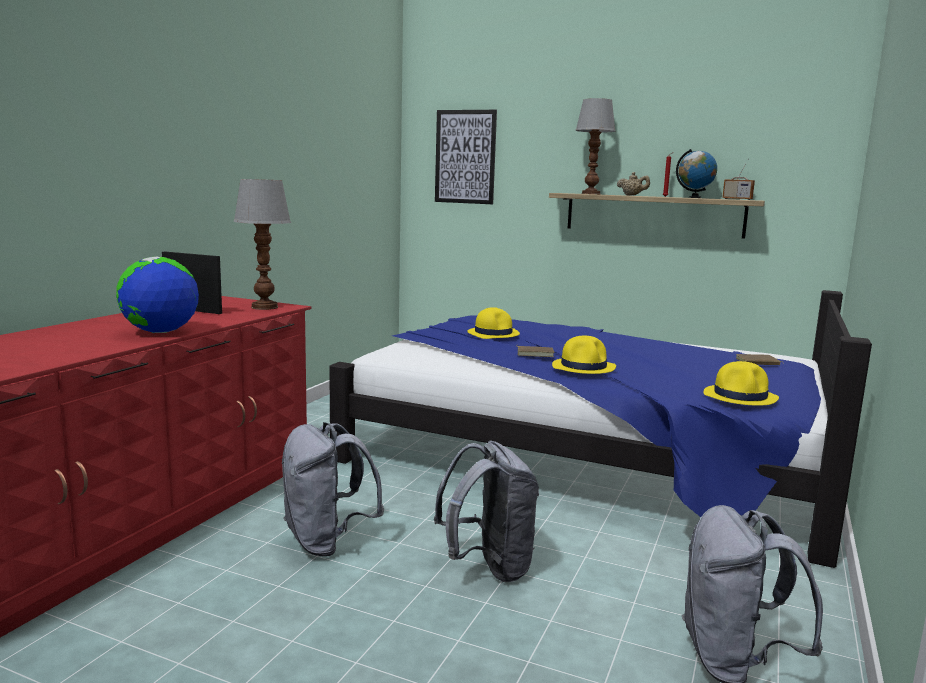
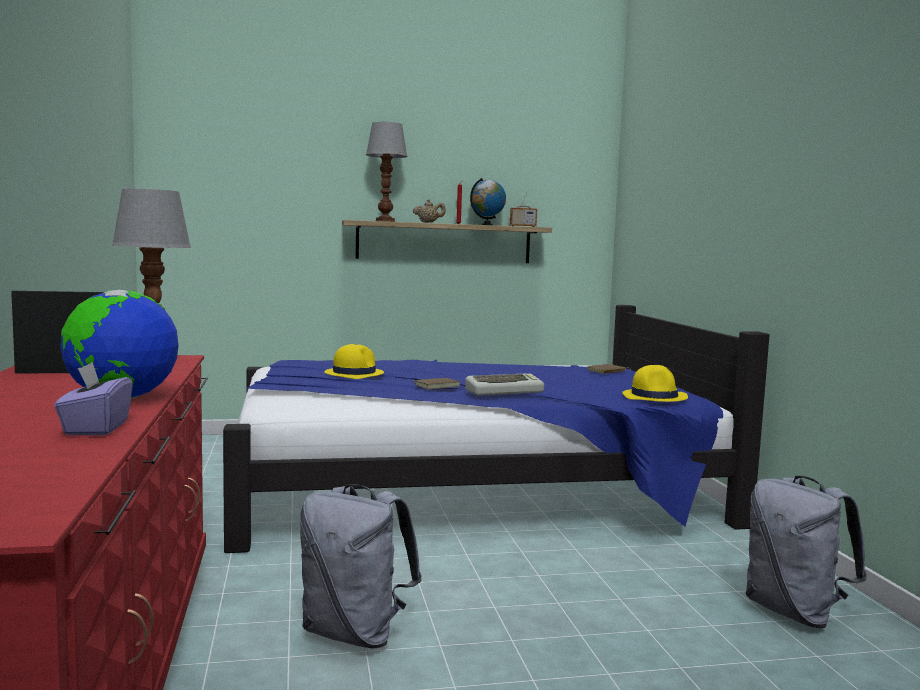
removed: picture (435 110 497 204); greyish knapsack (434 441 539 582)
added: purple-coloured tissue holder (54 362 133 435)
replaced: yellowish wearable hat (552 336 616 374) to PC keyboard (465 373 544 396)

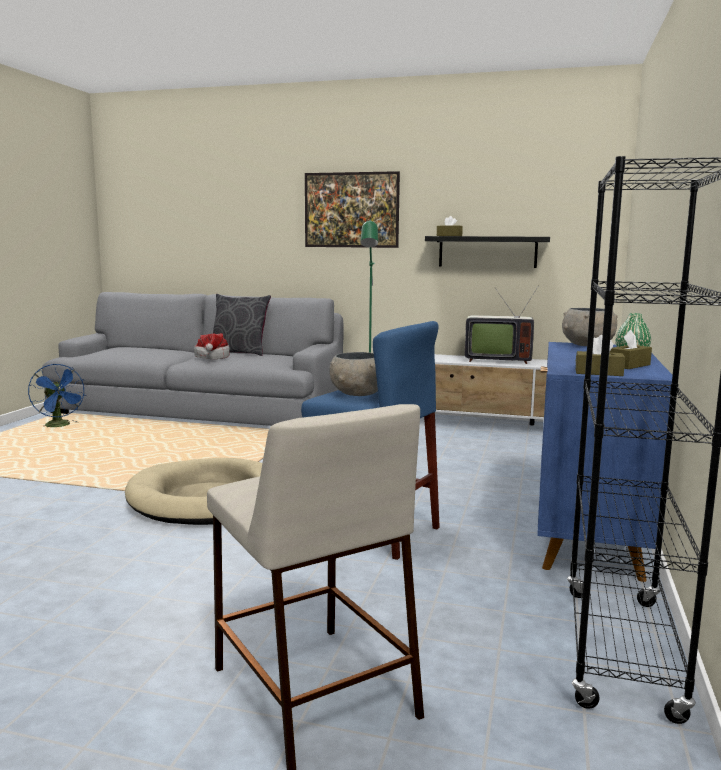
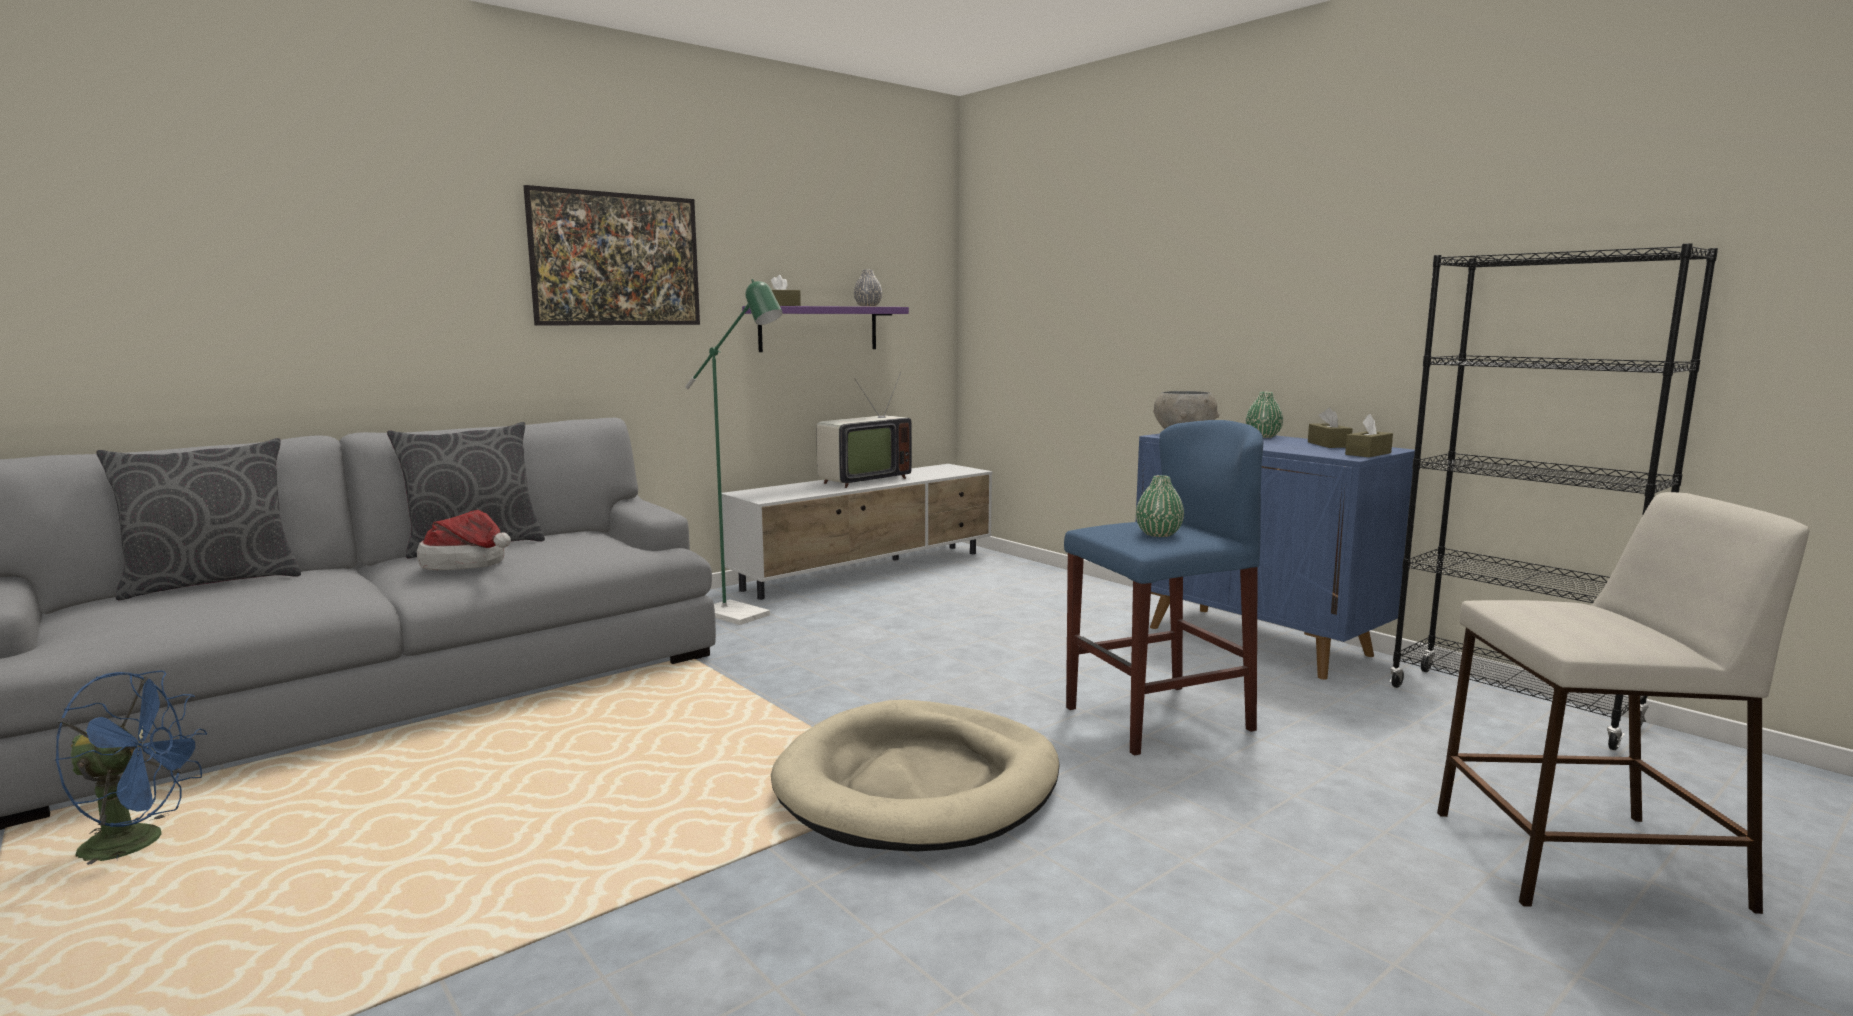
added: greyish decorative vase (854 270 882 306); greyish pillow (96 438 301 600)
replaced: greyish serving bowl (329 352 378 396) to greenish decorative vase (1136 475 1184 537)
recoloured: blackish wall shelf (425 236 550 268) to purple-coloured wall shelf (742 306 909 352)

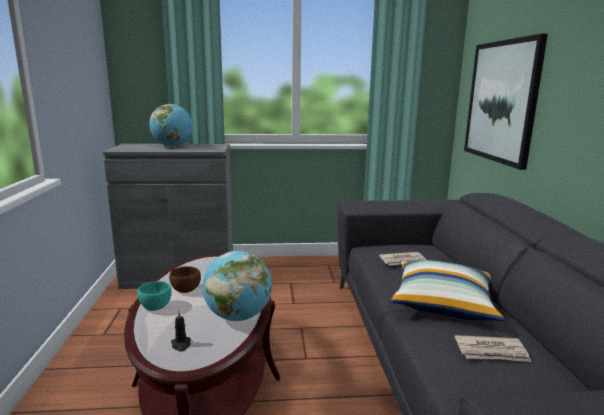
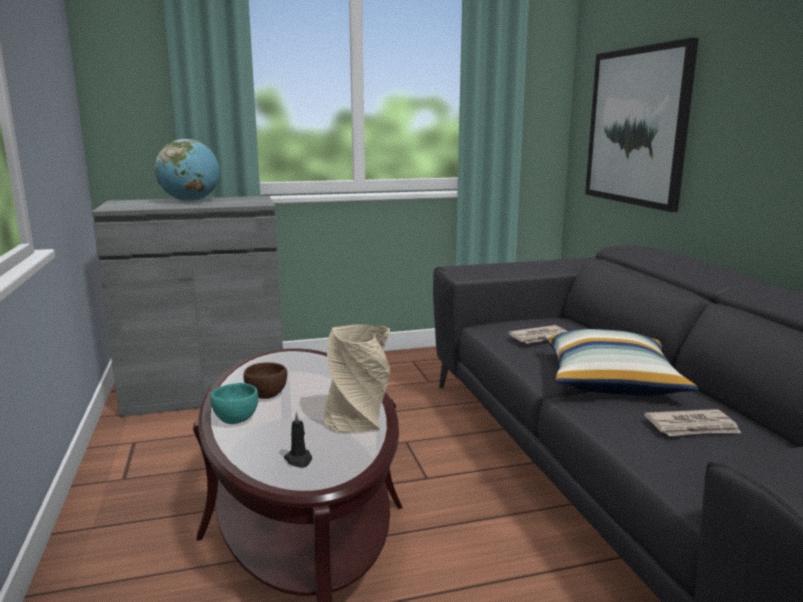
replaced: desk globe (202 251 272 321) to beige-coloured decorative vase (324 324 390 432)

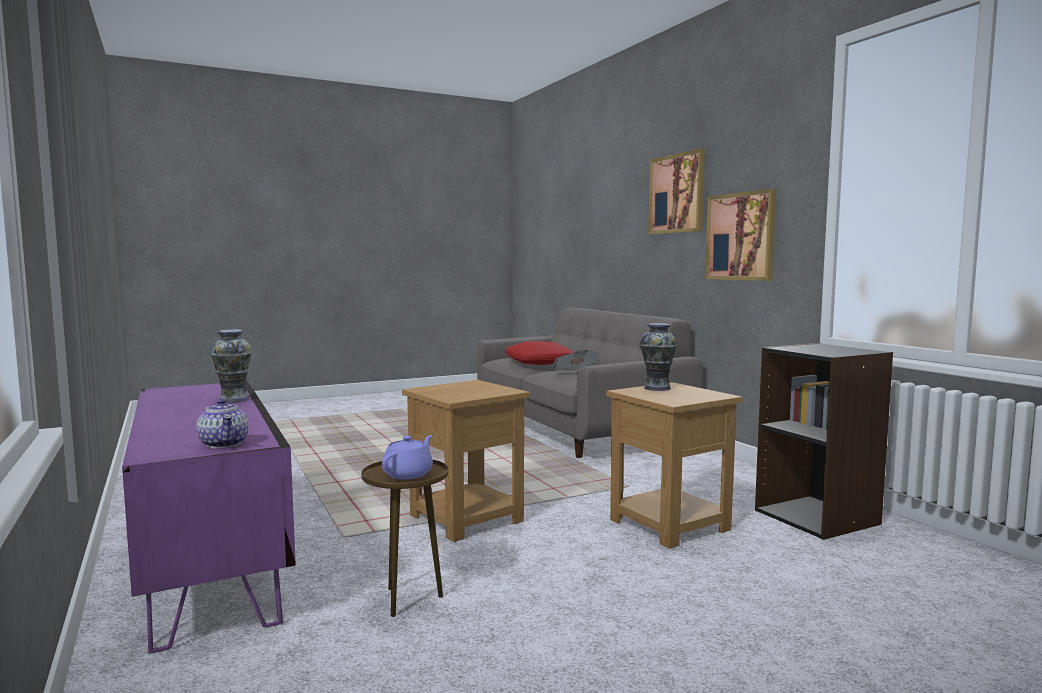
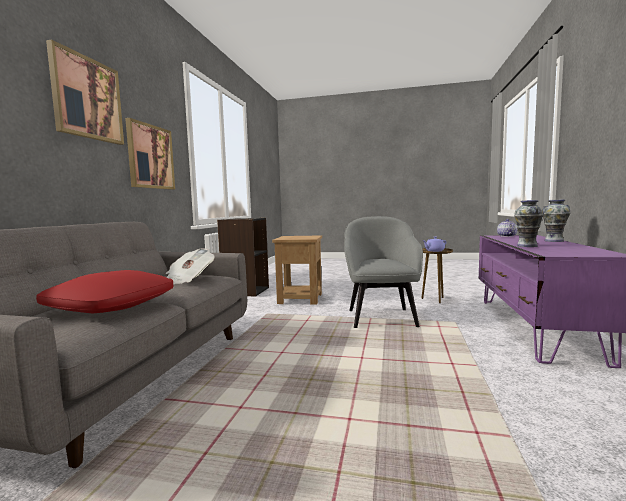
moved: decorative vase (639 323 677 391) to (542 199 571 242)
replaced: brownish end table (402 380 530 542) to greyish armchair (344 216 423 328)

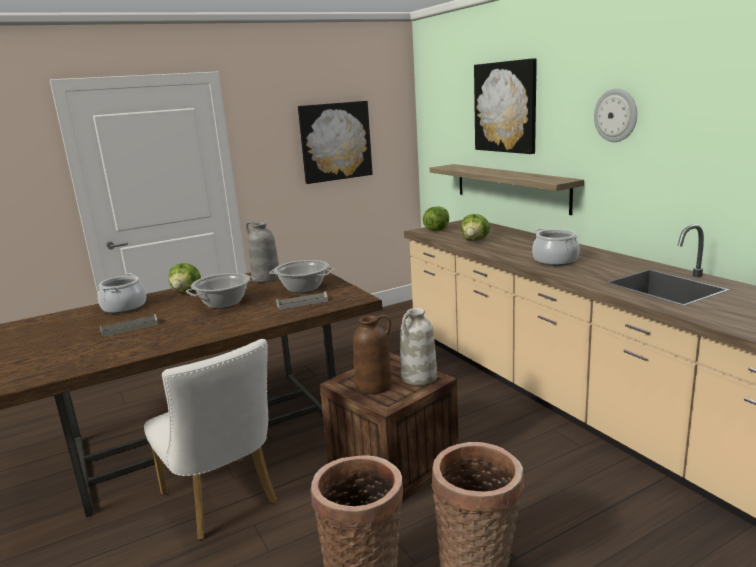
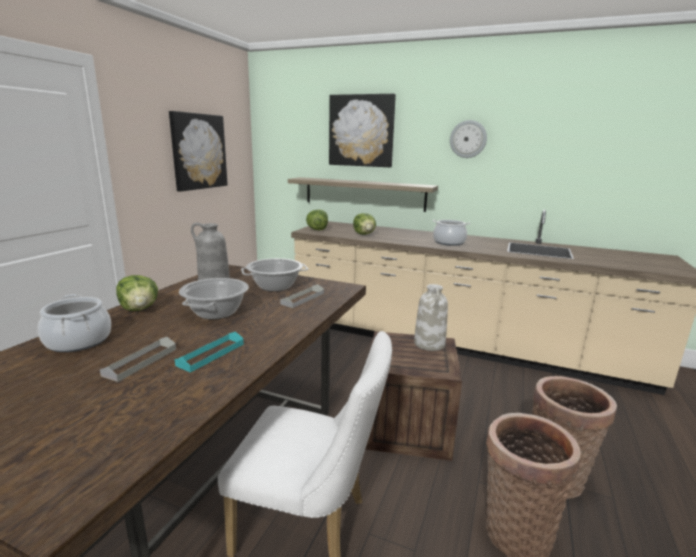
removed: brownish decorative vase (353 314 392 394)
added: turquoise carrying tray (175 332 244 373)

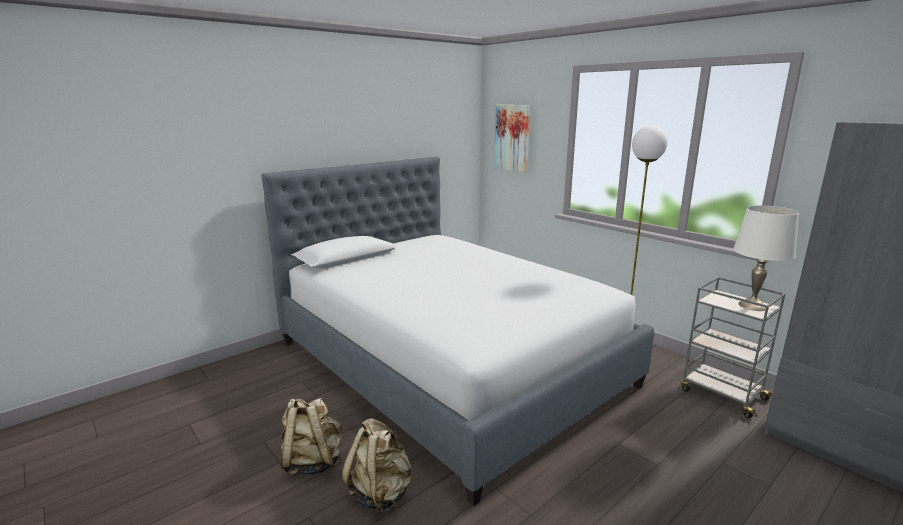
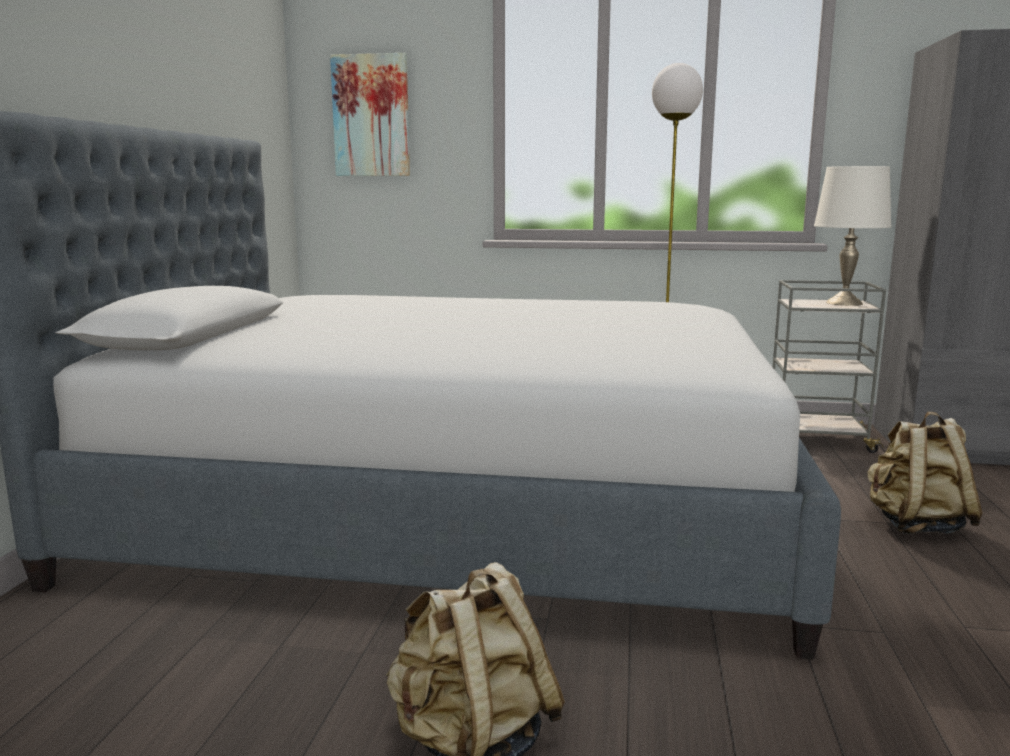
moved: beige-coloured knapsack (341 418 412 513) to (867 412 982 534)

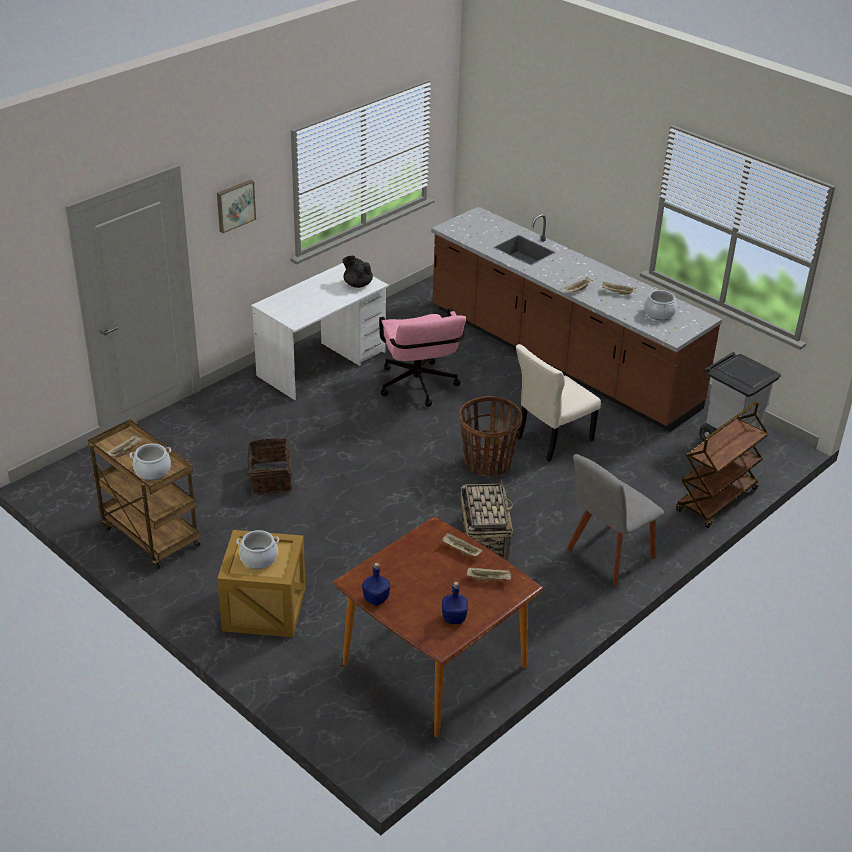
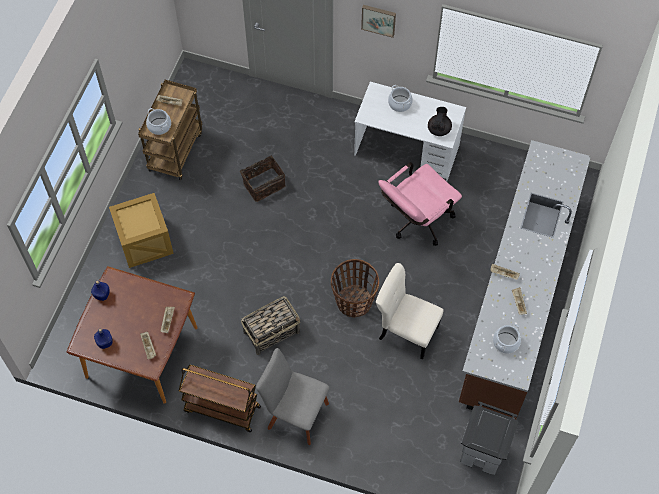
moved: brownish wheeled cart (676 402 769 528) to (179 365 261 432); stockpot (236 530 279 569) to (388 85 413 112)

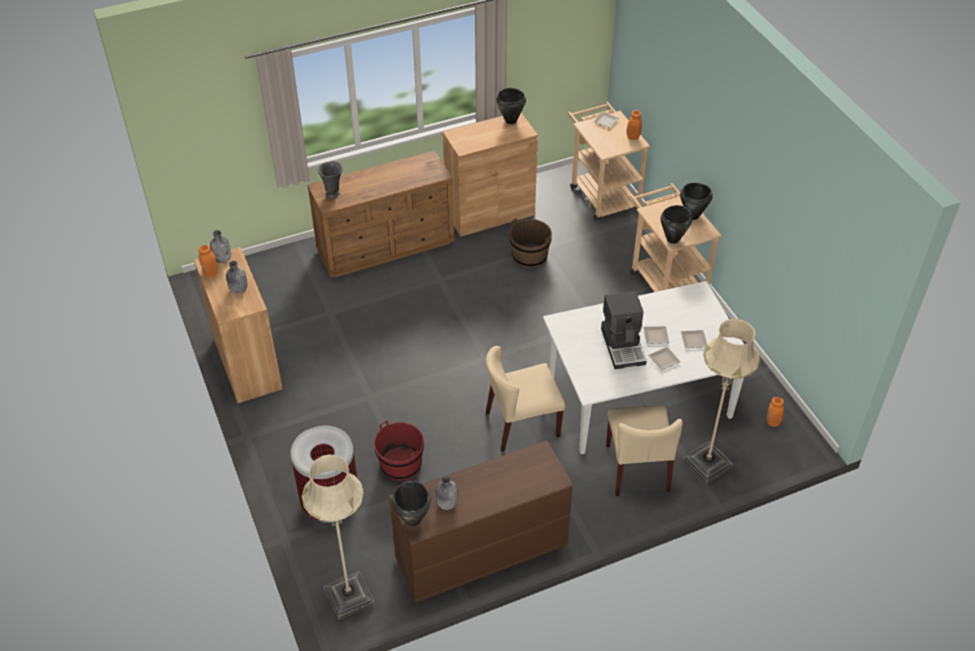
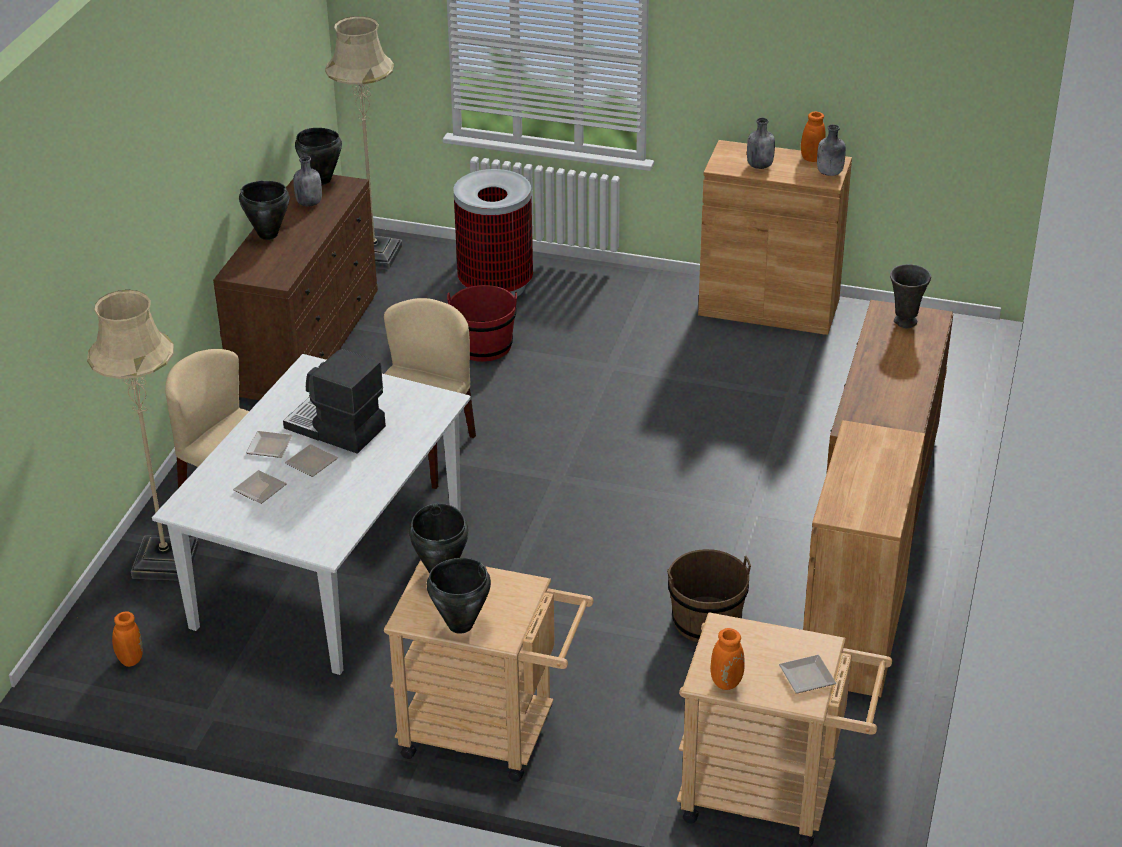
moved: blackish stockpot (497 88 526 124) to (239 181 290 240)

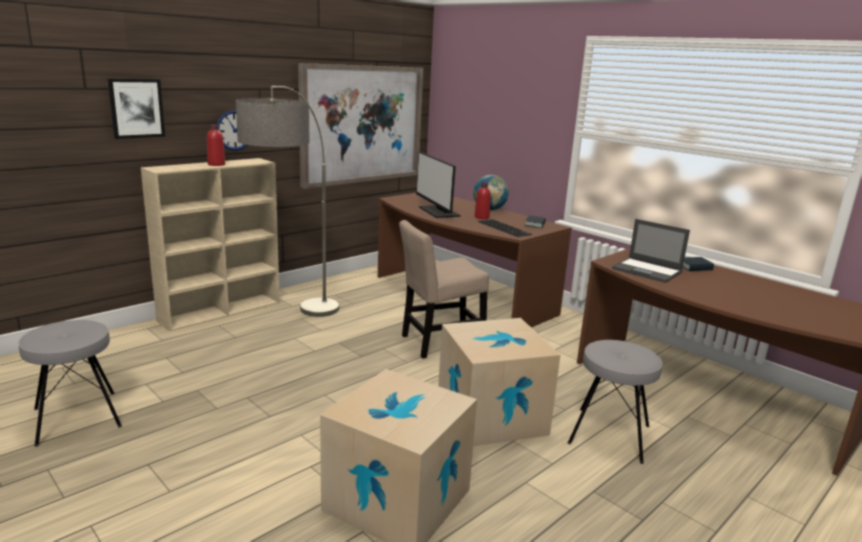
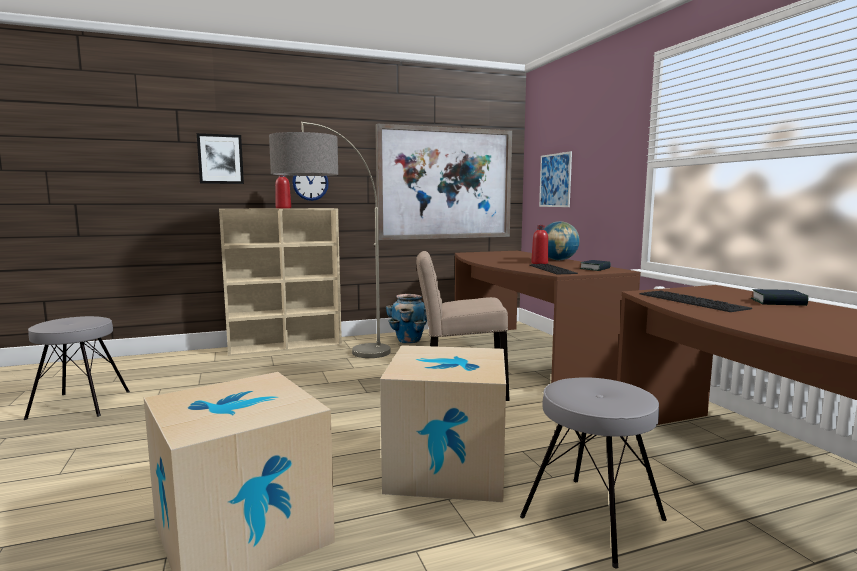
removed: monitor (416 152 461 218)
added: picture (539 151 572 207); planter (386 294 427 343)
replaced: notebook computer (612 219 690 283) to PC keyboard (640 291 752 312)

